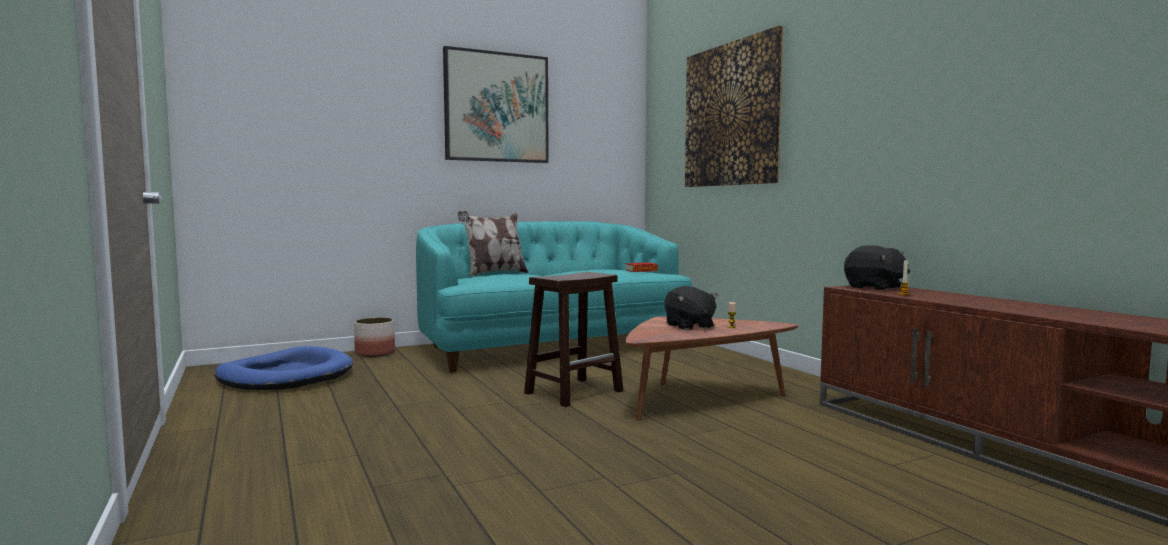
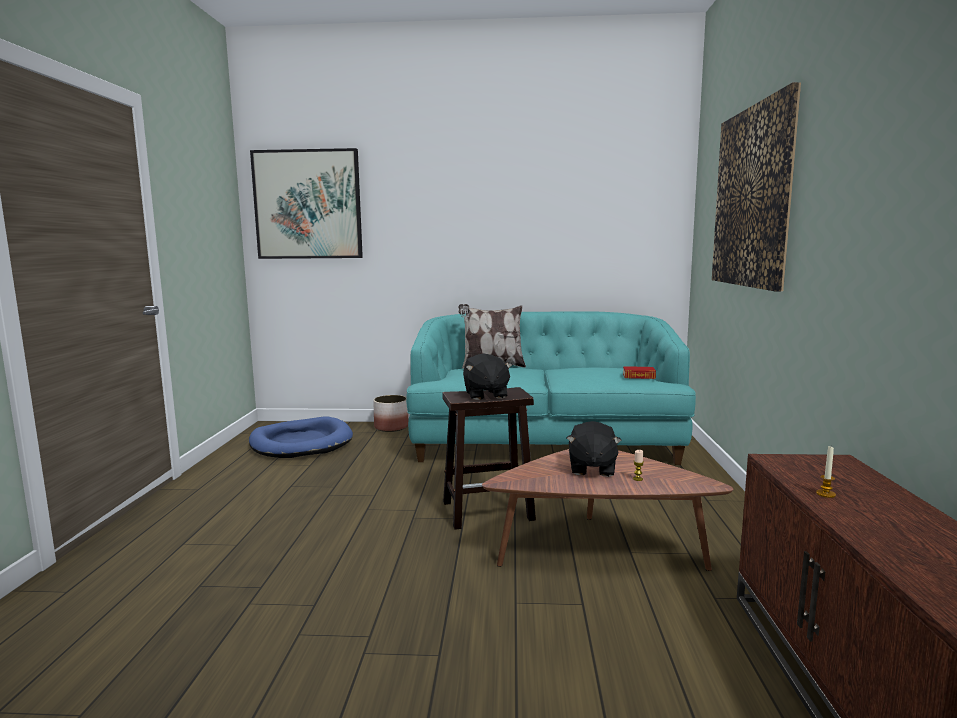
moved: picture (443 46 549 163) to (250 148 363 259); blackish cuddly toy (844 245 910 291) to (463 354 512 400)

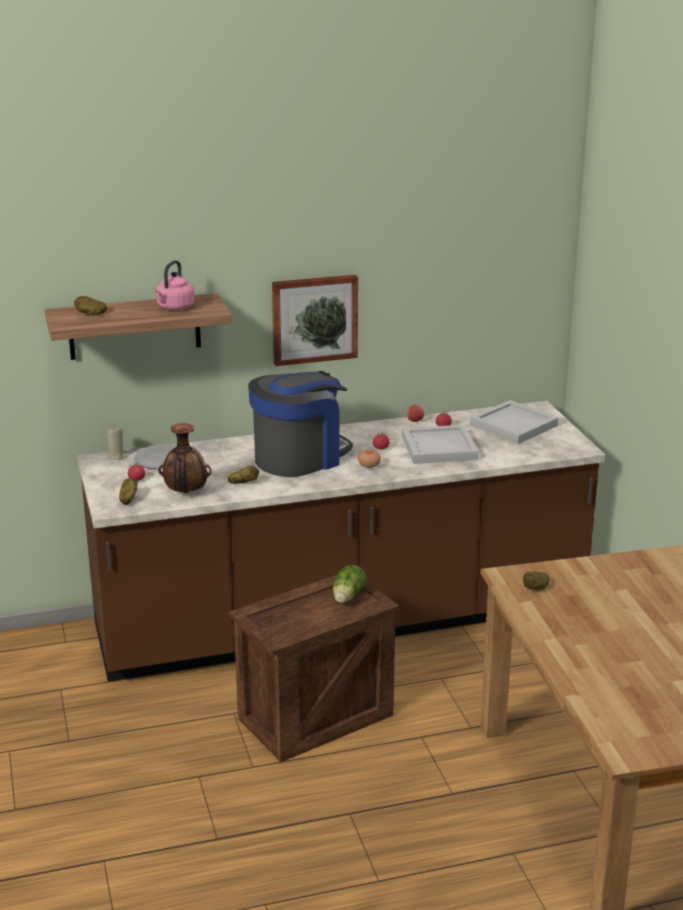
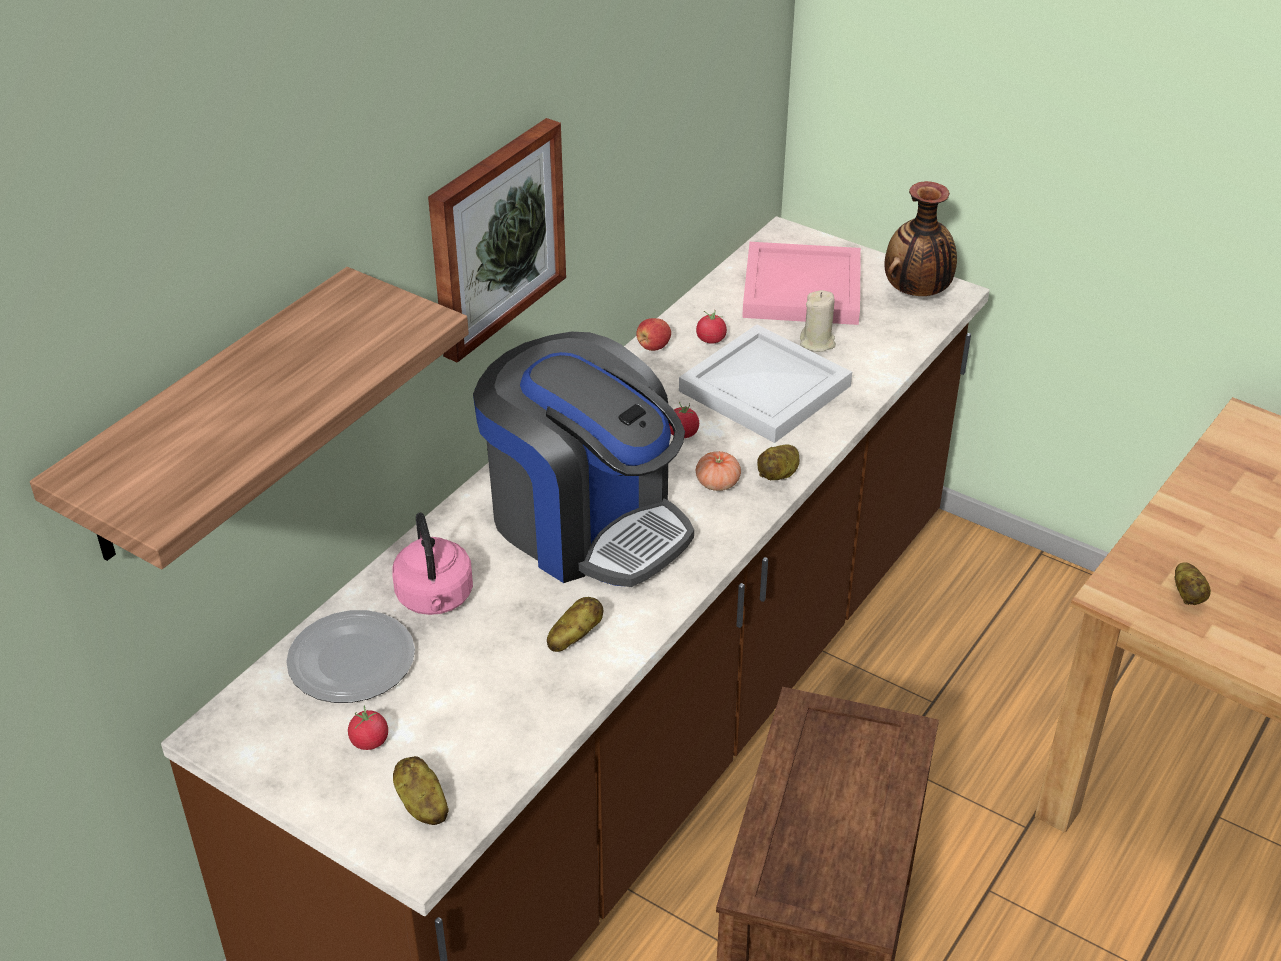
removed: lettuce head (333 565 366 603)
moved: pink water kettle (155 260 195 310) to (392 513 473 615); spud (74 296 107 315) to (757 444 799 481); decorative vase (158 423 211 493) to (884 181 957 296); beige-coloured candle (107 426 127 460) to (800 290 836 352)
recoloured: white-coloured carrying tray (470 400 558 444) to pink carrying tray (742 242 861 325)
turned: coffee machine (248 371 353 477) = (473 332 694 587) 120 degrees clockwise

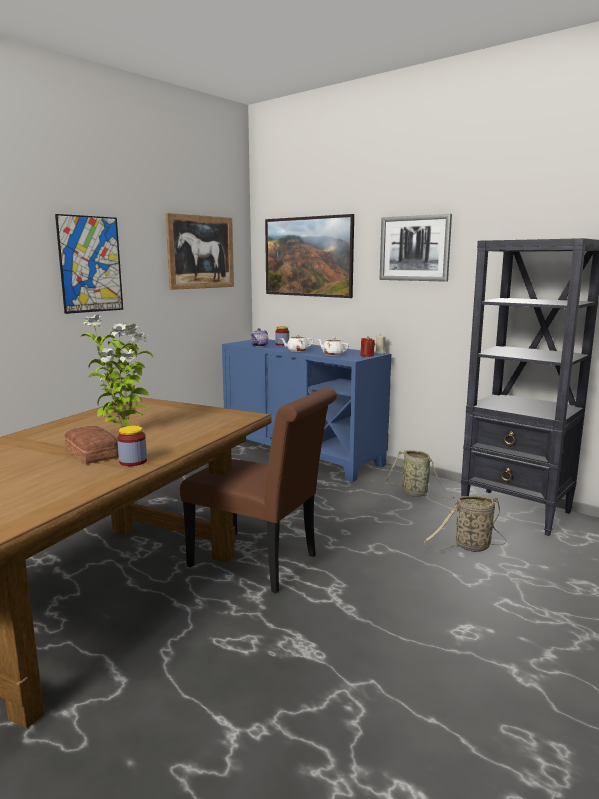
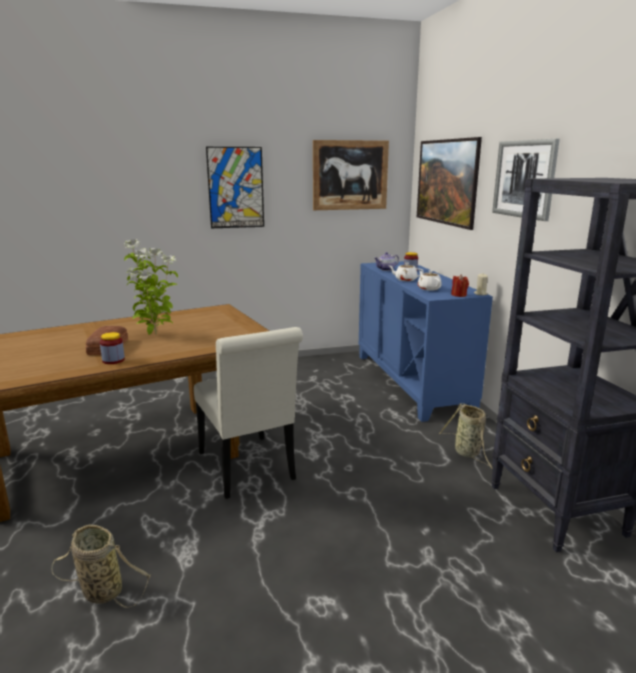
moved: storage basket (424 496 507 552) to (51 524 150 608)
recoloured: brownish plain chair (180 388 337 593) to white-coloured plain chair (194 327 303 499)

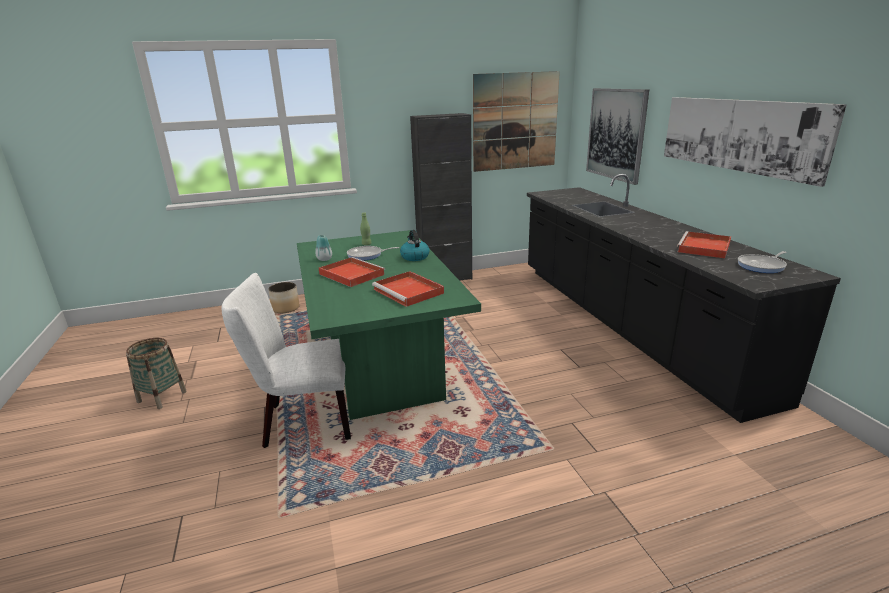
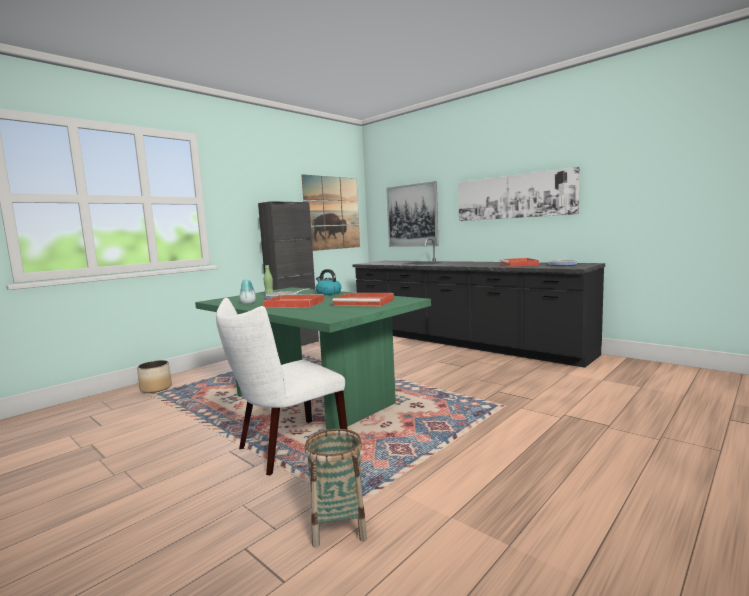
moved: storage basket (126 338 187 409) to (304 429 367 548)

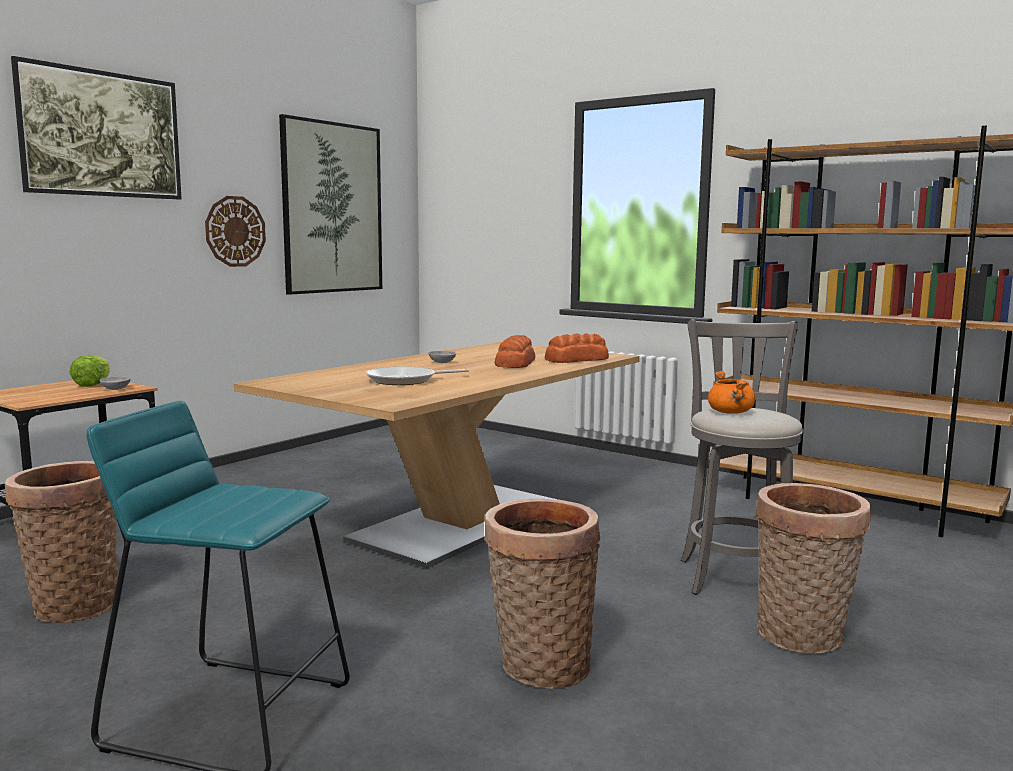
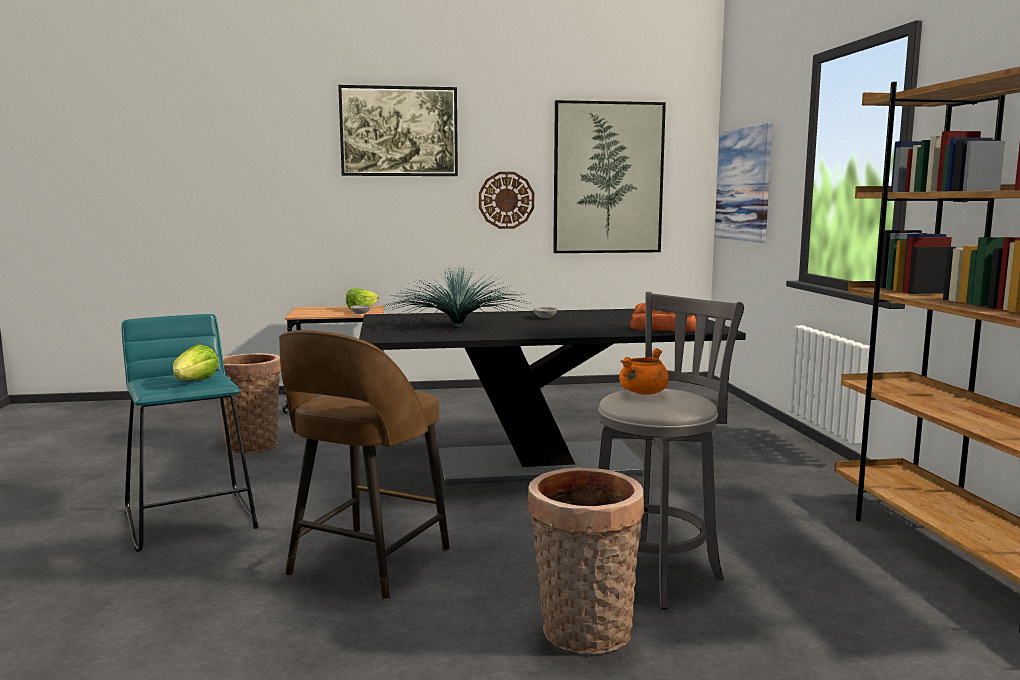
removed: baked bread (495 335 535 368)
added: picture (715 123 772 243); lettuce head (173 344 219 380)
replaced: frying pan (366 366 469 385) to potted plant (383 266 529 327); storage basket (484 499 600 689) to brownish sitting stool (279 330 450 600)
recoloured: beige-coloured dining table (233 342 640 568) to blackish dining table (359 309 746 485)

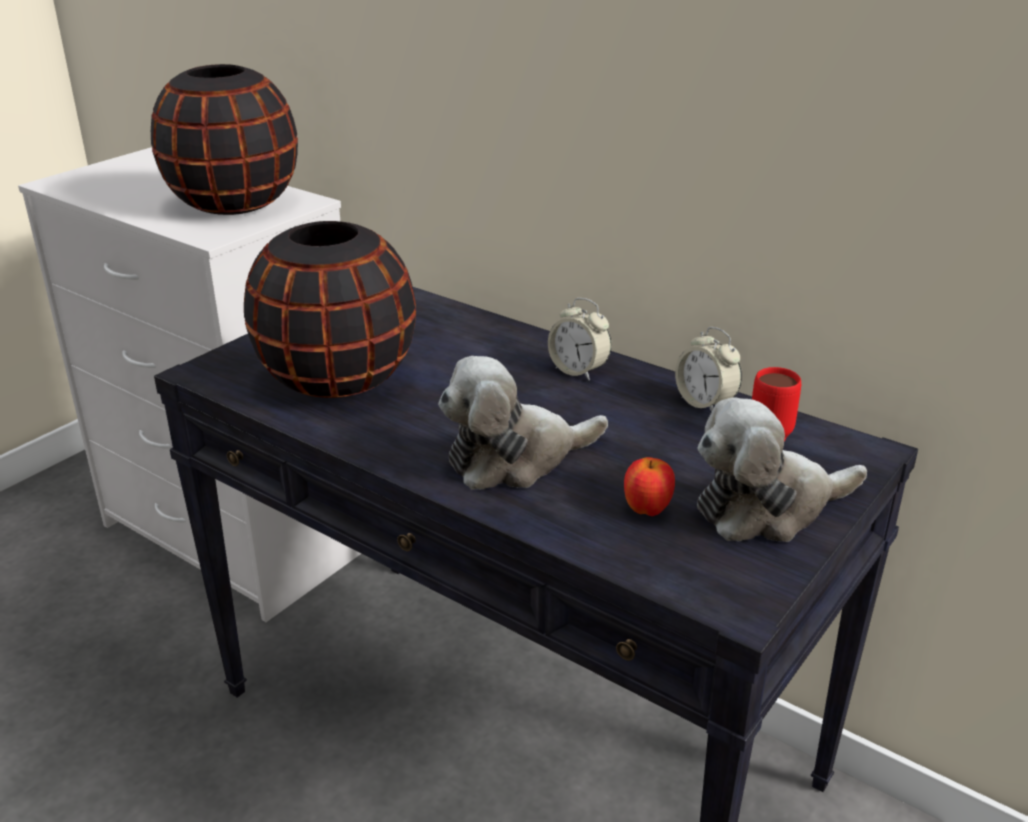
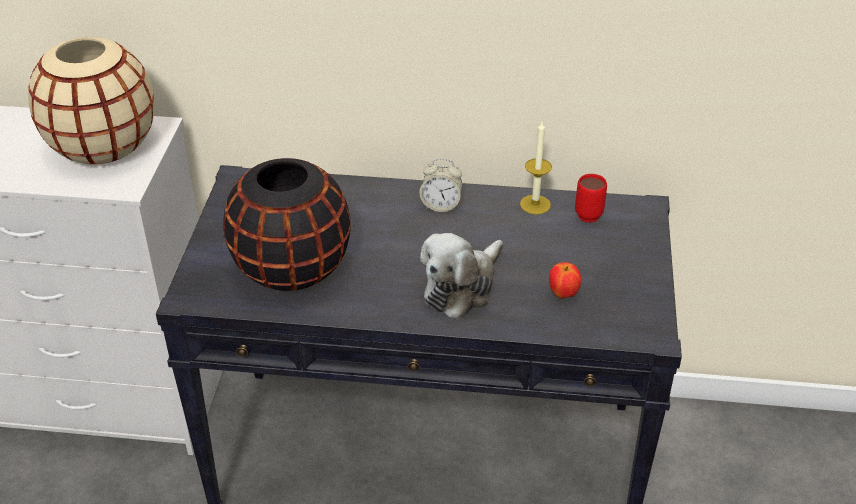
removed: cuddly toy (697 397 867 542)
replaced: bedside clock (675 327 742 412) to candle (520 122 552 214)
recoloured: blackish decorative vase (151 64 298 215) to beige-coloured decorative vase (28 37 154 164)

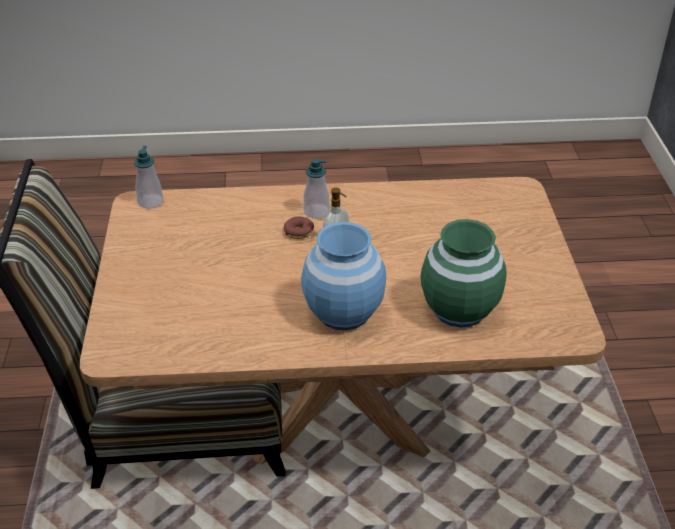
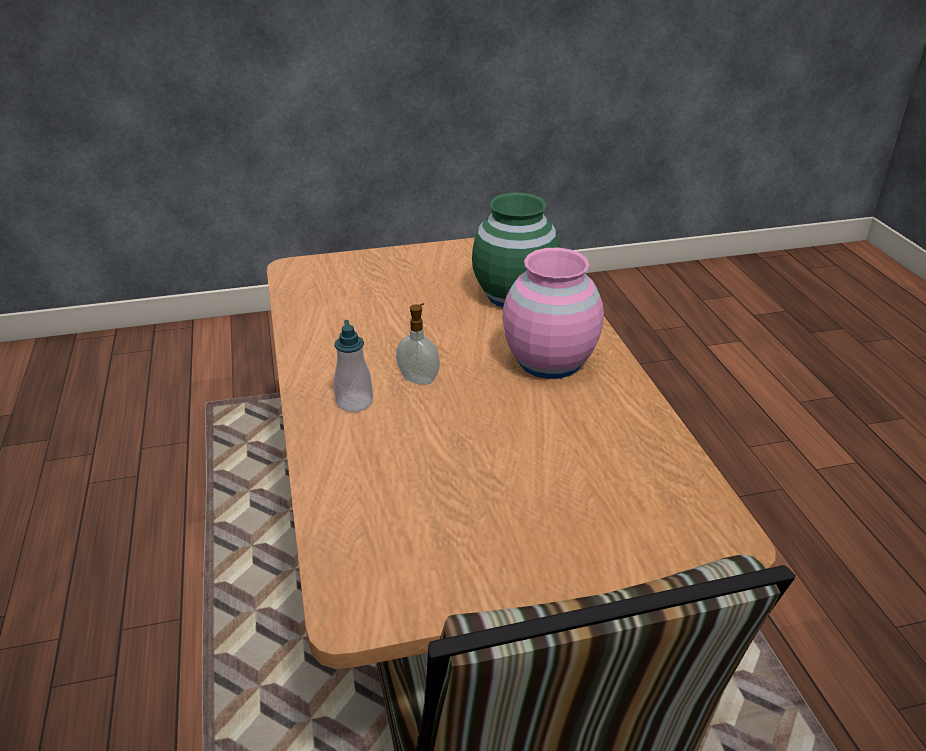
removed: soap bottle (134 146 163 209); doughnut (284 216 314 239)
recoloured: blue decorative vase (301 222 386 330) to pink decorative vase (503 248 604 379)

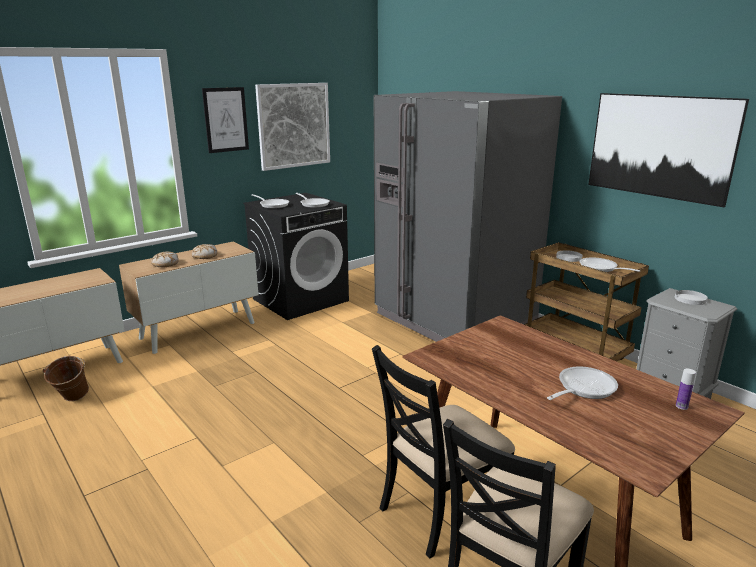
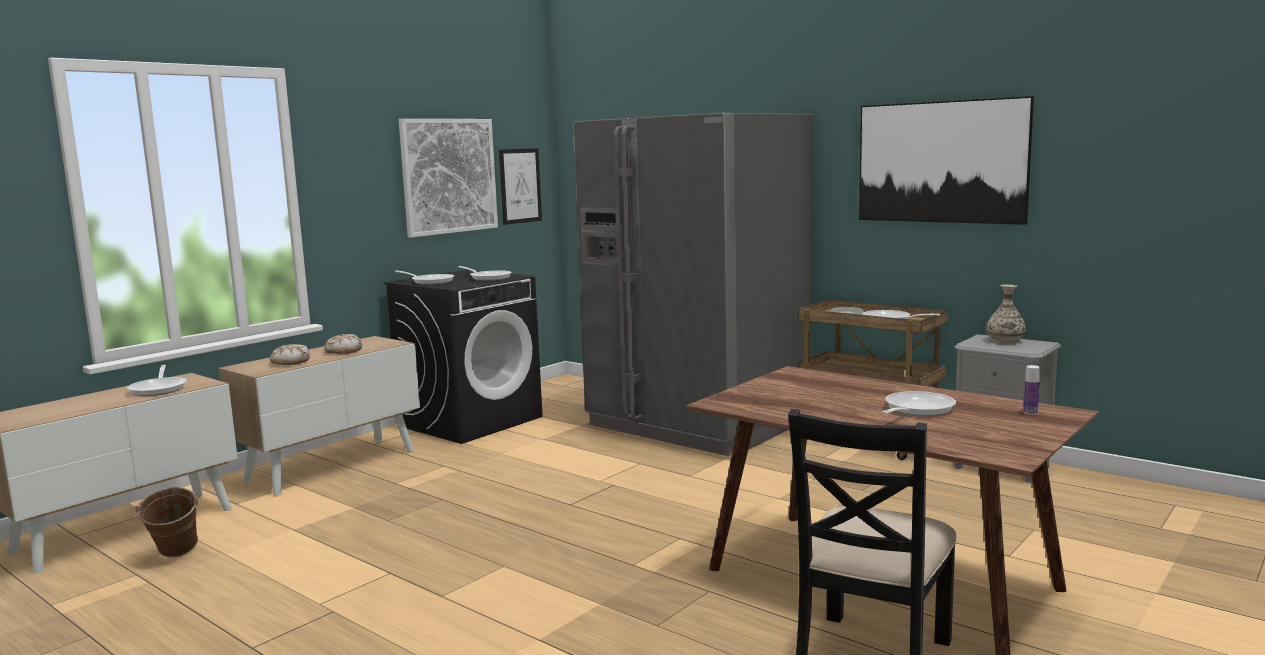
removed: blackish plain chair (372 345 515 559)
added: frying pan (127 365 187 396)
moved: picture (202 87 249 153) to (499 148 542 225)
replaced: white-coloured flat dish (675 290 708 305) to decorative vase (986 285 1026 344)

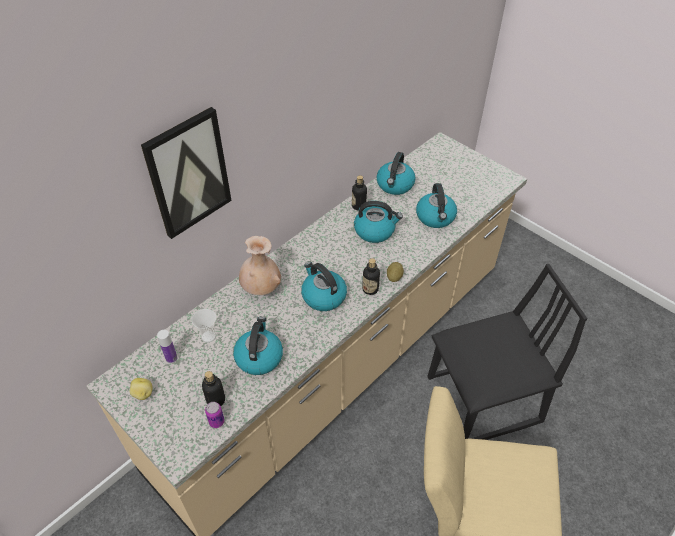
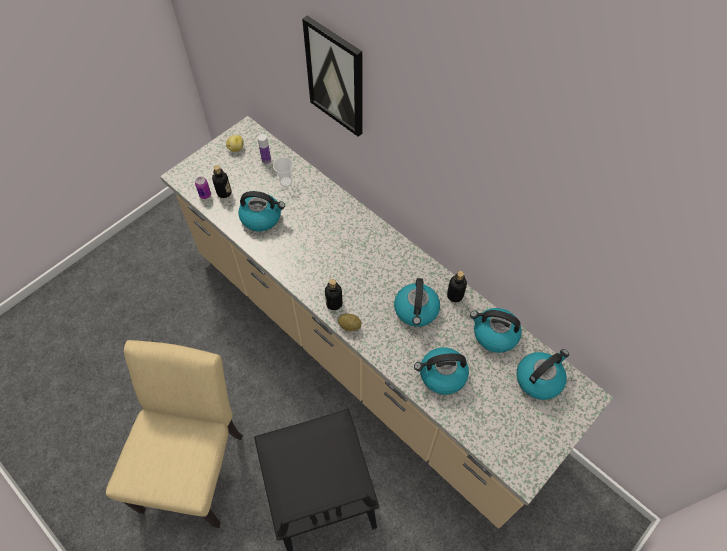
removed: beige-coloured decorative vase (239 236 281 295)
moved: water kettle (301 262 347 311) to (516 349 569 400)

